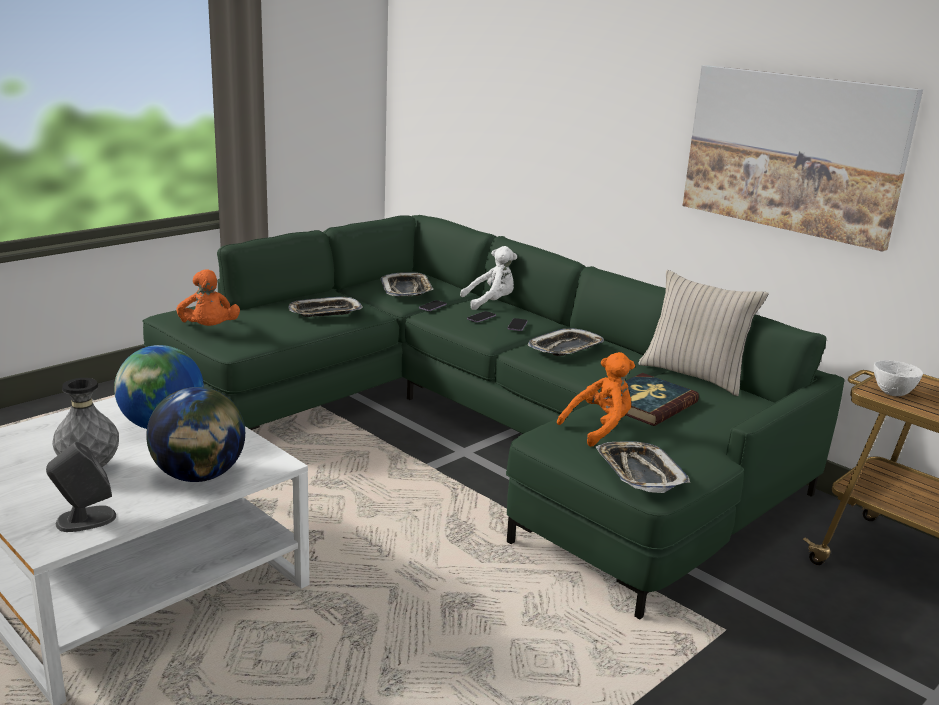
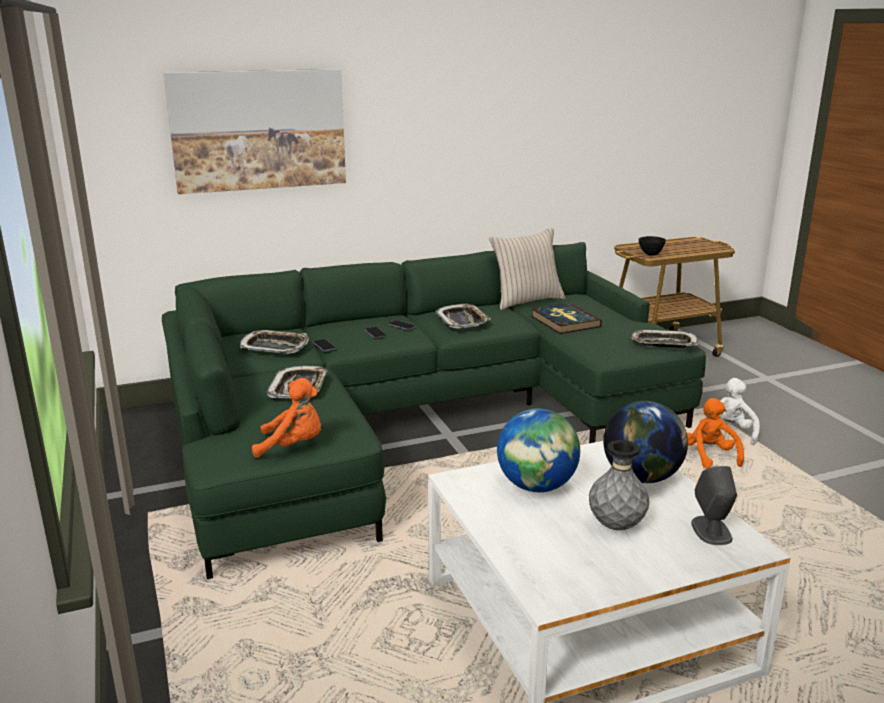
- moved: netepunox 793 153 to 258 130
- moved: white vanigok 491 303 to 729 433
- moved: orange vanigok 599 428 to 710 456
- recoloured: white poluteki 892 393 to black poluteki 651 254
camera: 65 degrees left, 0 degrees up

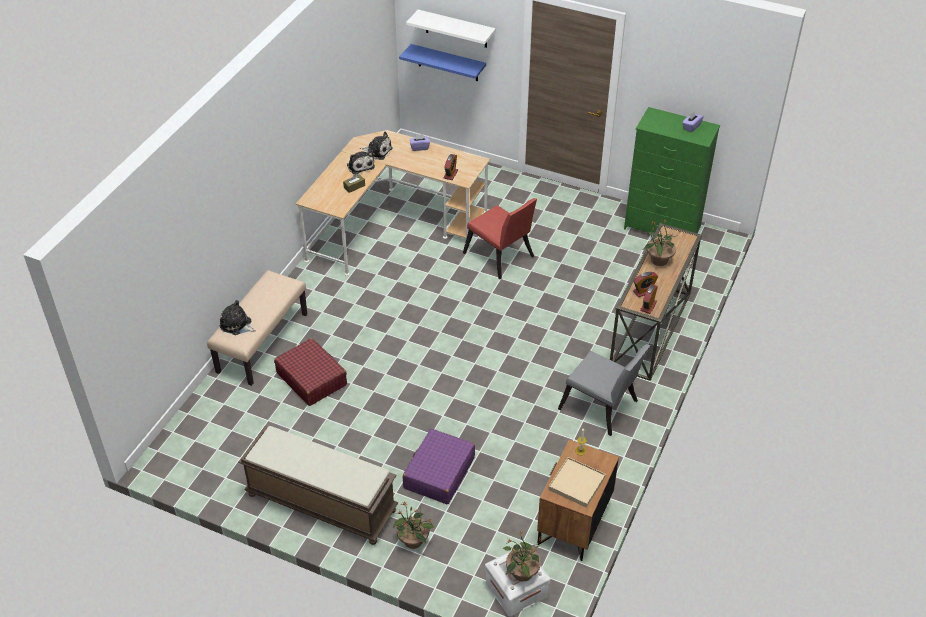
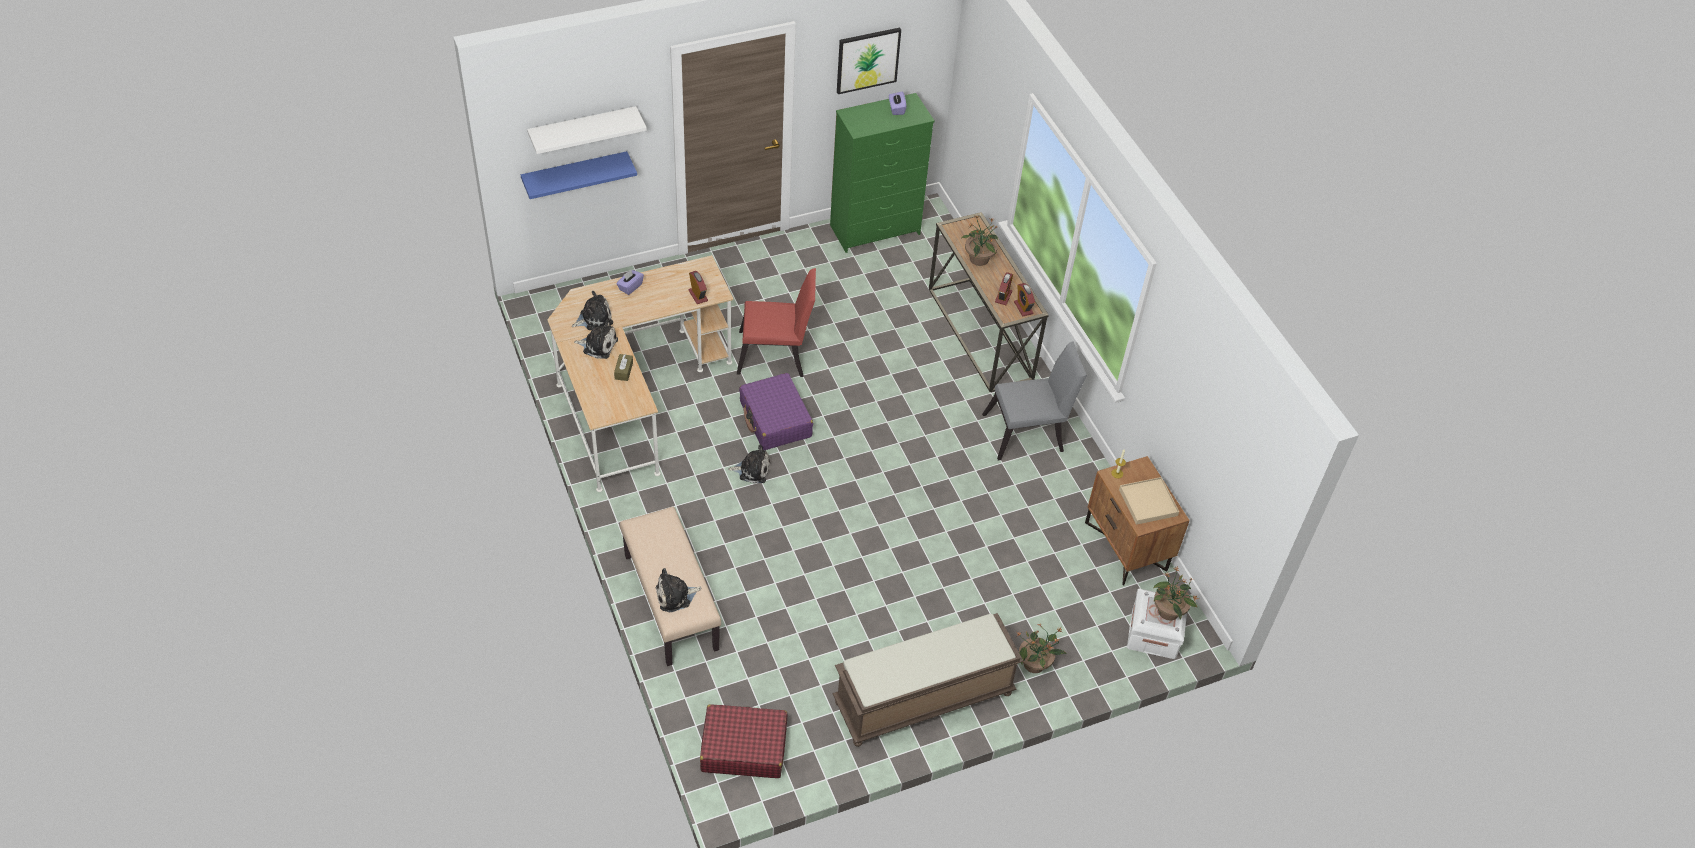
- moved: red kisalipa 311 378 to 743 748
- moved: purple kisalipa 439 473 to 775 420
- added: netepunox 867 60
- added: vanigok 752 470
camera: 50 degrees left, 5 degrees up

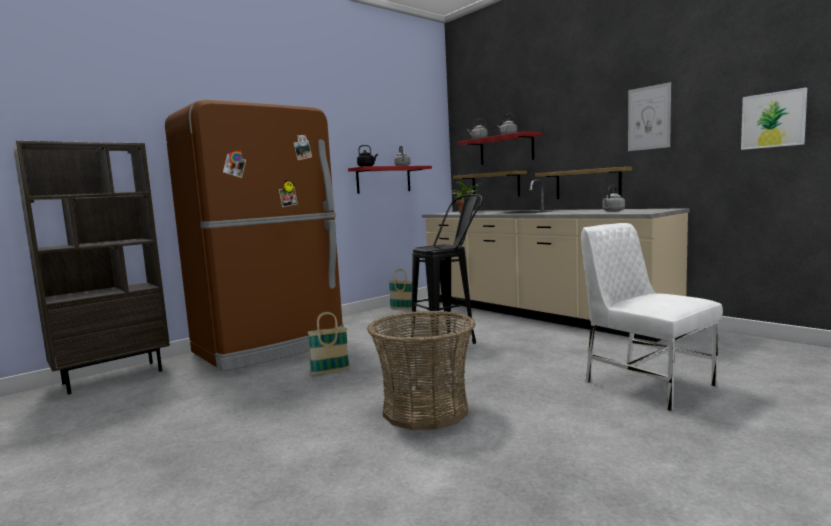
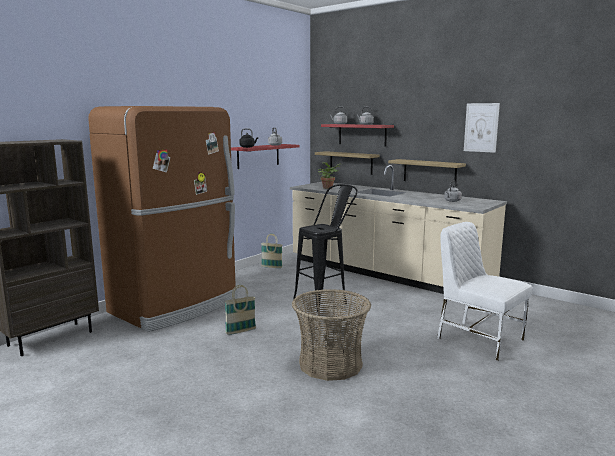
- removed: netepunox 773 120
camera: 10 degrees left, 5 degrees up

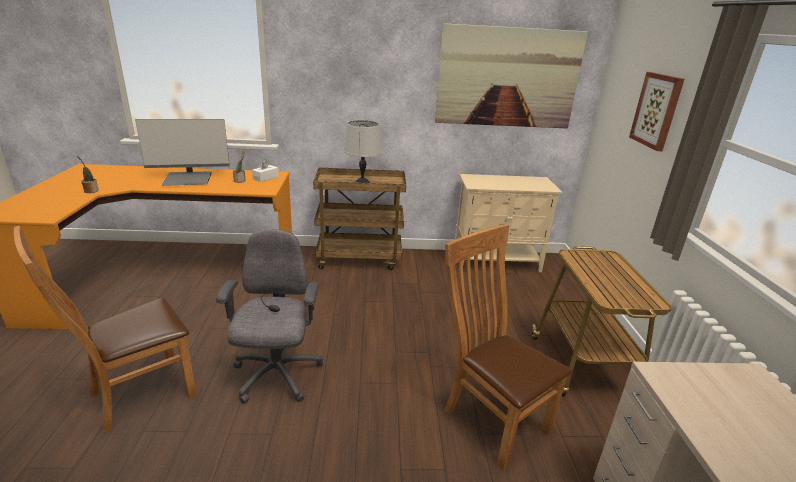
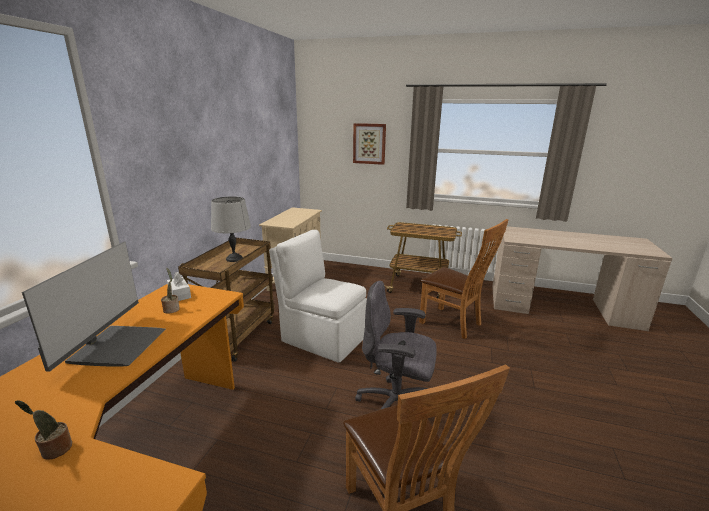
- removed: netepunox 507 78
- turned: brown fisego 490 418 = 454 324 120 degrees counterclockwise
- added: white fisego 322 338
camera: 70 degrees left, 5 degrees down

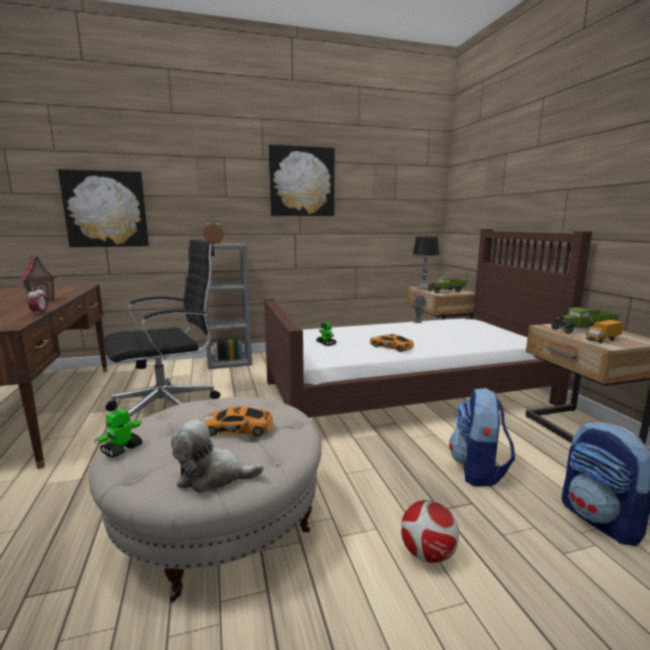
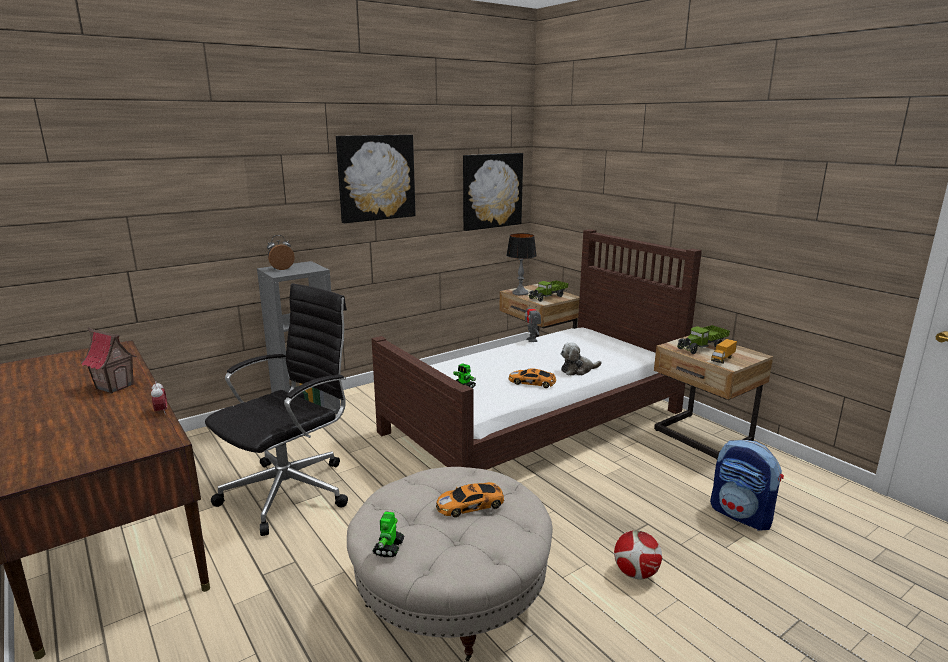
- moved: netepunox 106 209 to 492 191
- removed: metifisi 478 470
- moved: vanigok 213 476 to 578 370
camera: 20 degrees left, 5 degrees up

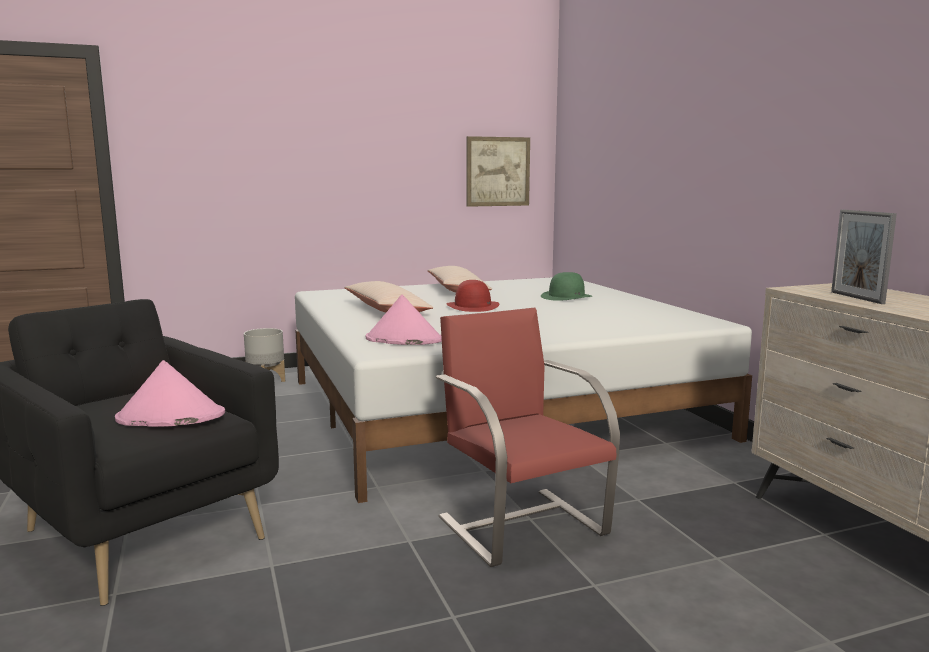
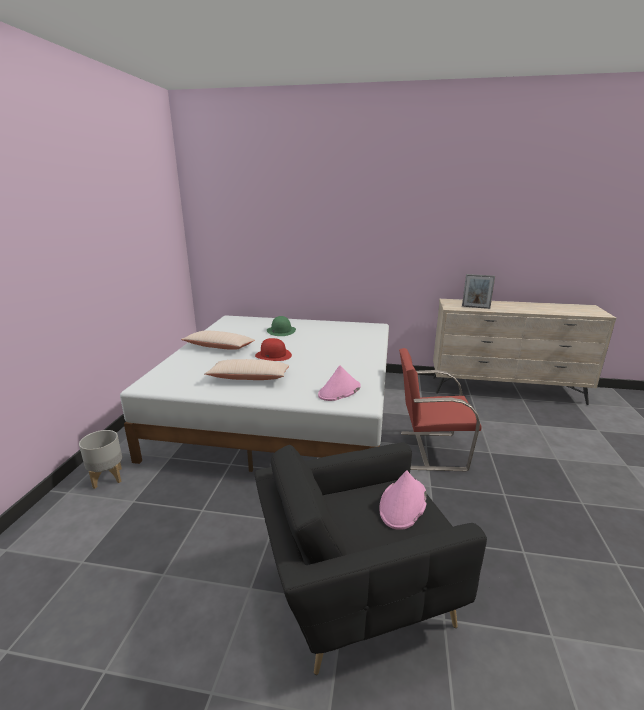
- removed: netepunox 498 171
camera: 60 degrees left, 10 degrees up

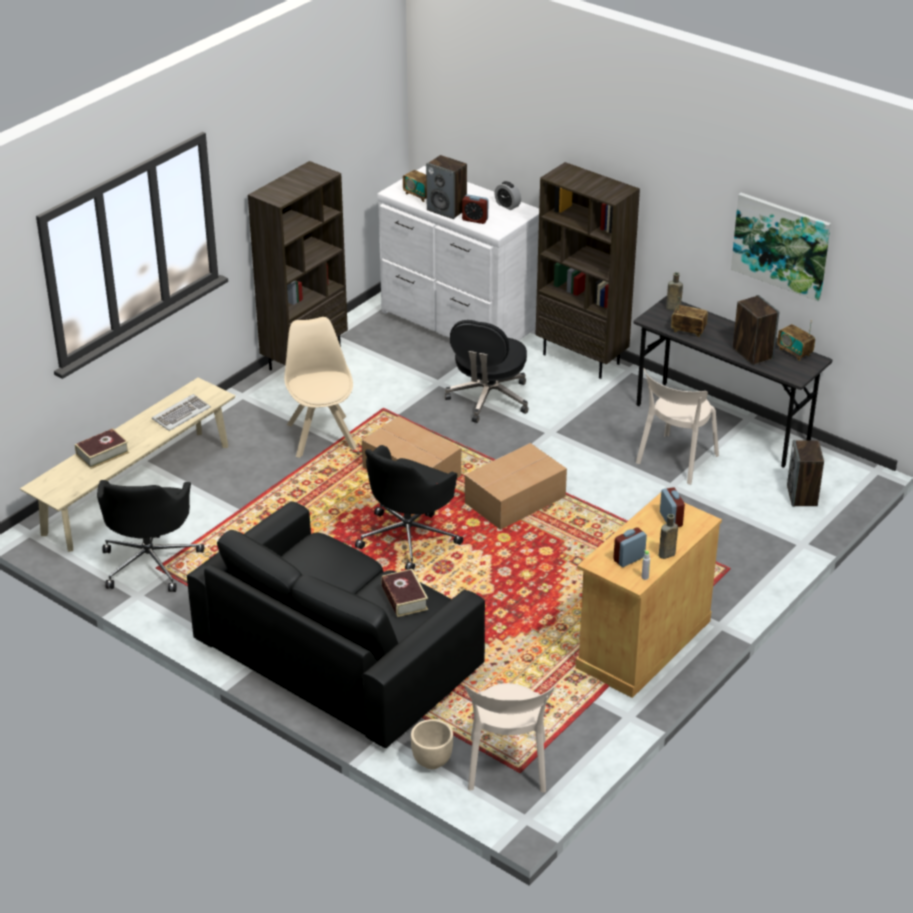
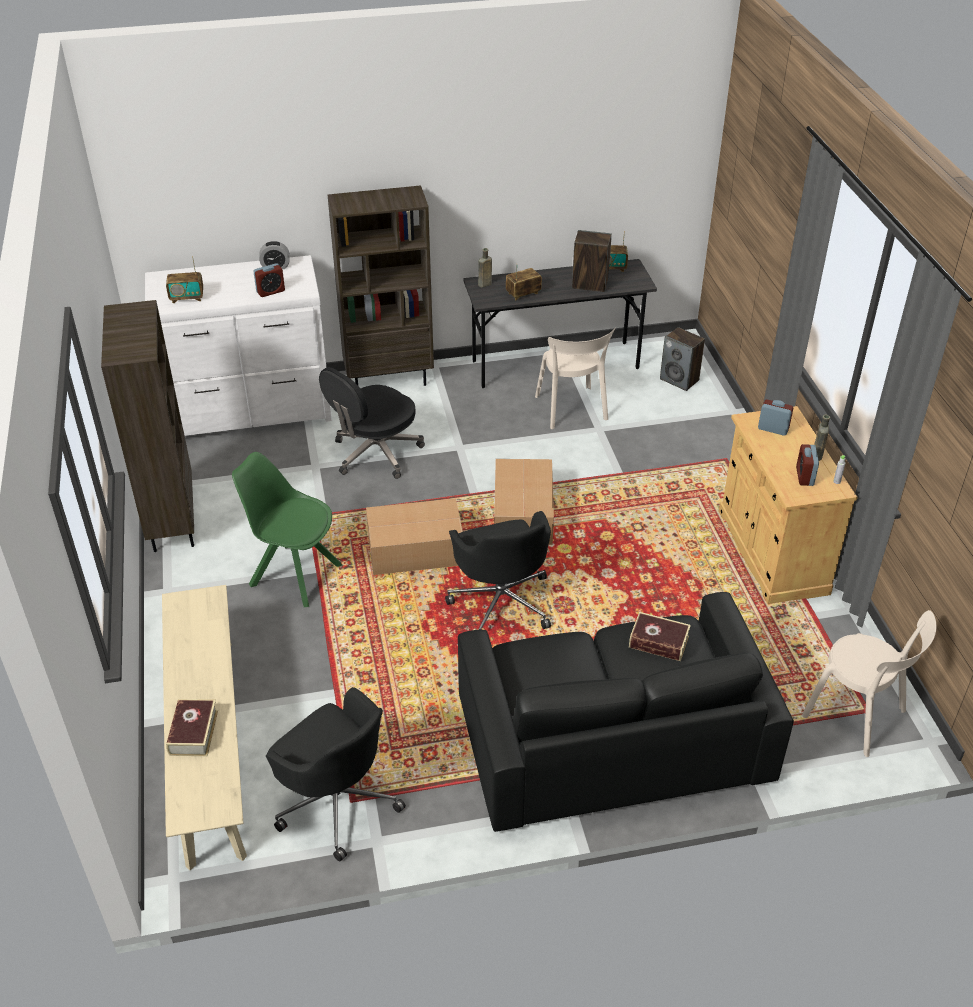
- removed: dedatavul 447 210
- removed: netepunox 781 245
- recoloured: beige fisego 321 435 to green fisego 294 574
- turned: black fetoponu 488 399 = 375 453 75 degrees clockwise
- removed: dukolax 181 414
- removed: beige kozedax 431 761
camera: 50 degrees left, 5 degrees up

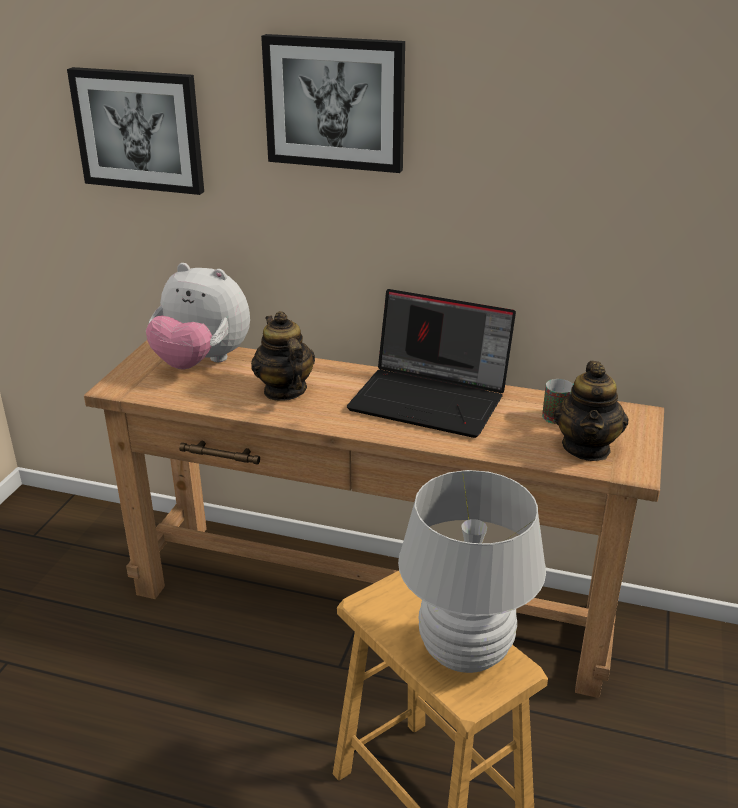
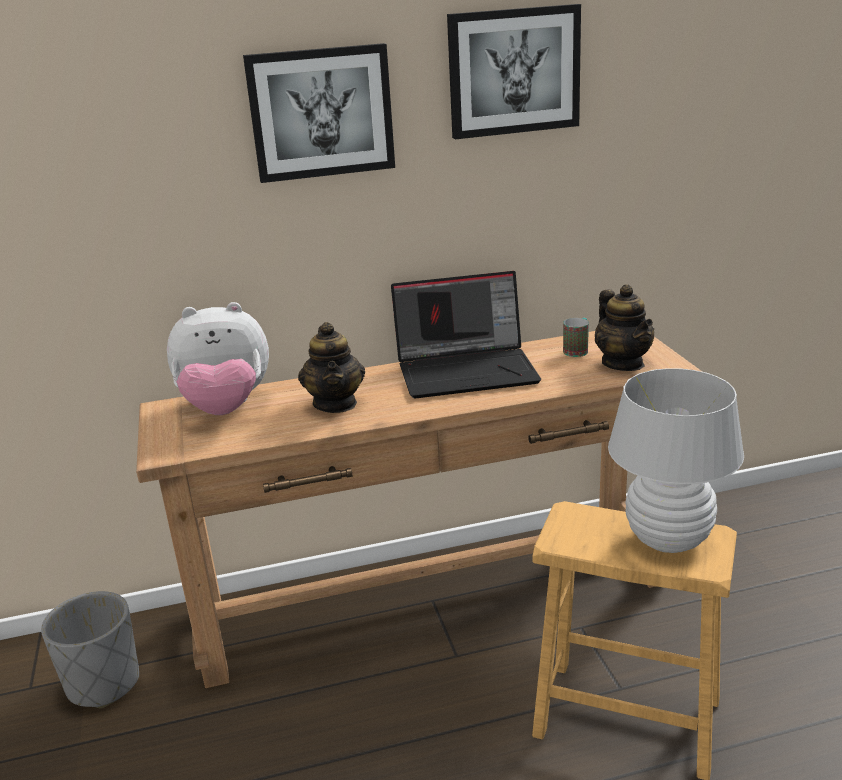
- moved: netepunox 139 130 to 513 71
- turned: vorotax 284 391 = 335 404 135 degrees counterclockwise
- added: grey kozedax 103 683
camera: 30 degrees left, 5 degrees down

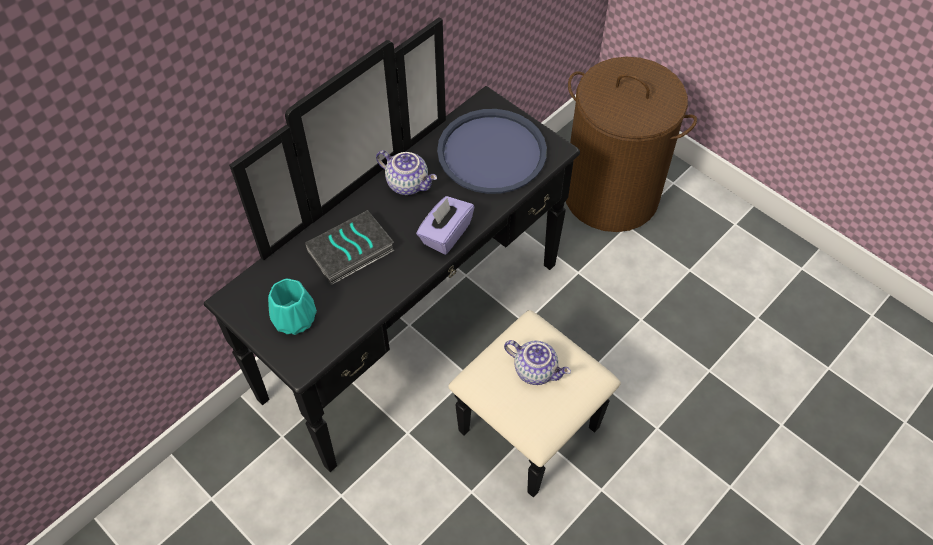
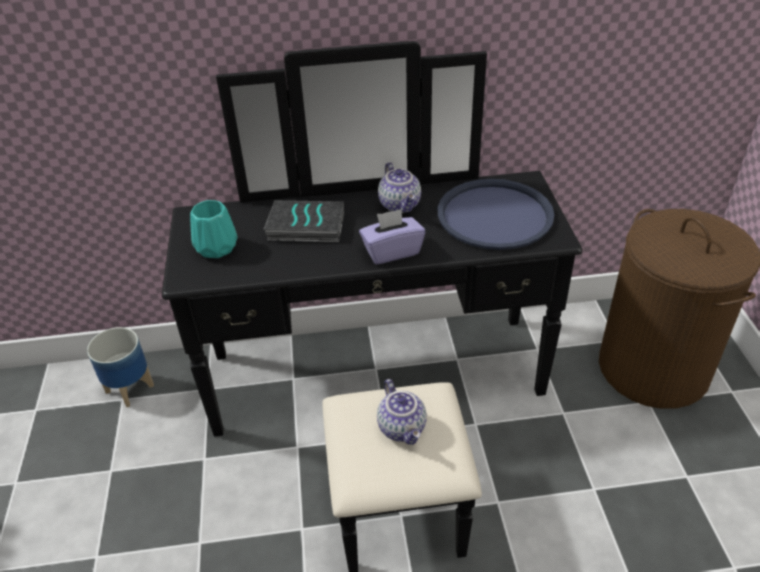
- added: kozedax 129 389
camera: 40 degrees right, 15 degrees down

